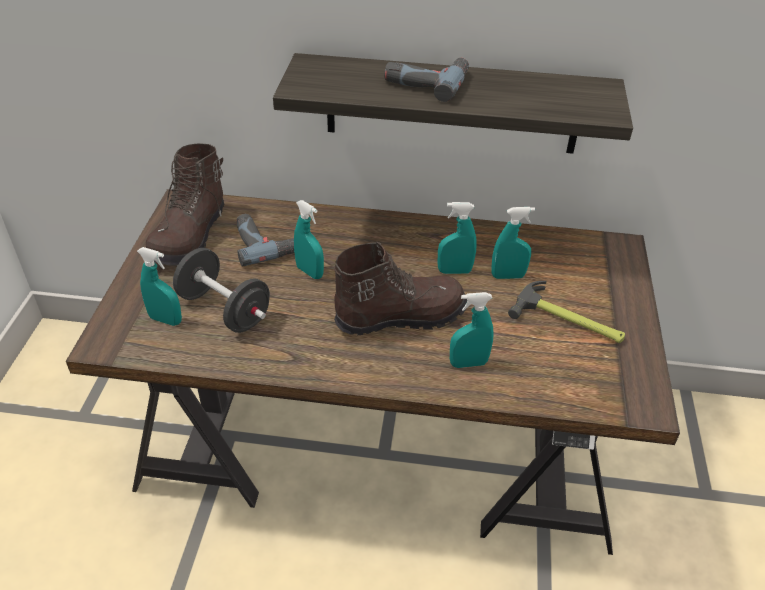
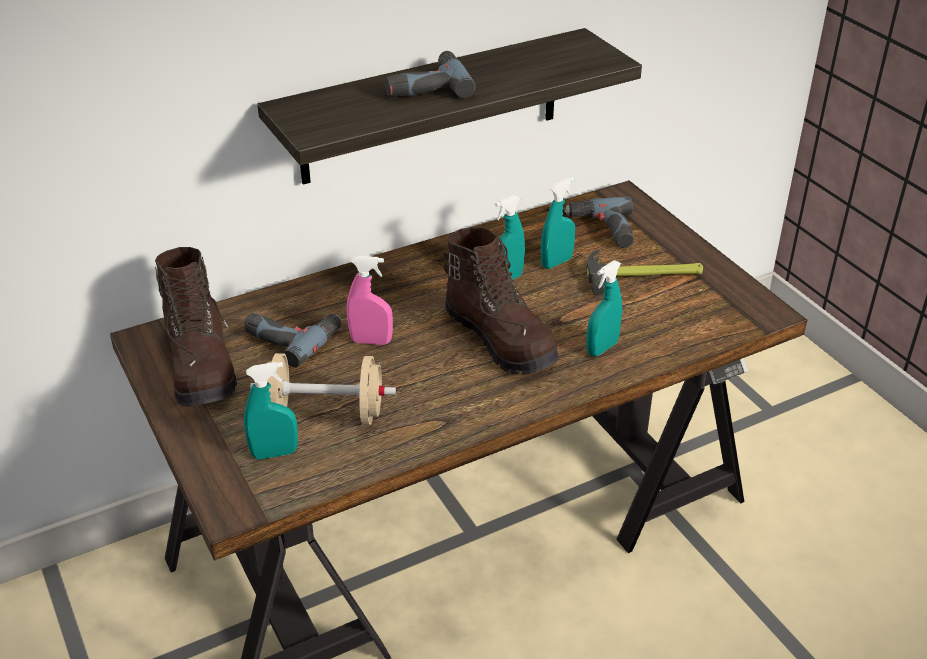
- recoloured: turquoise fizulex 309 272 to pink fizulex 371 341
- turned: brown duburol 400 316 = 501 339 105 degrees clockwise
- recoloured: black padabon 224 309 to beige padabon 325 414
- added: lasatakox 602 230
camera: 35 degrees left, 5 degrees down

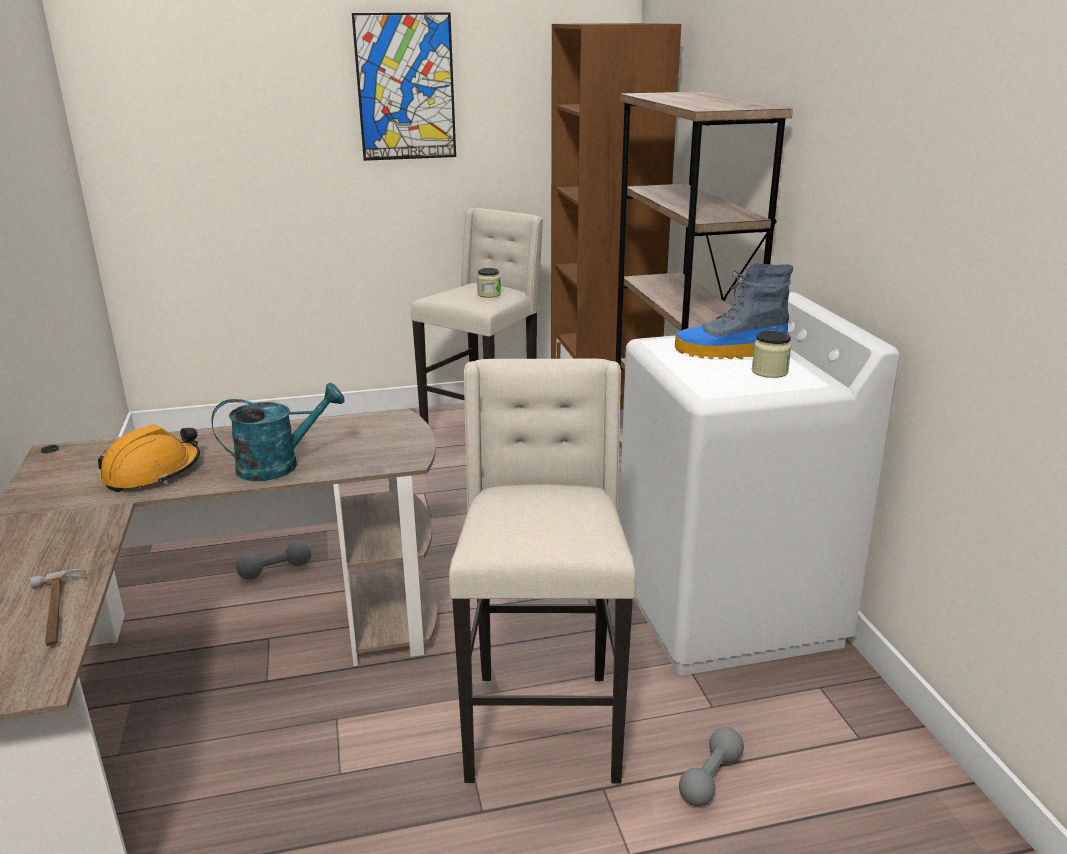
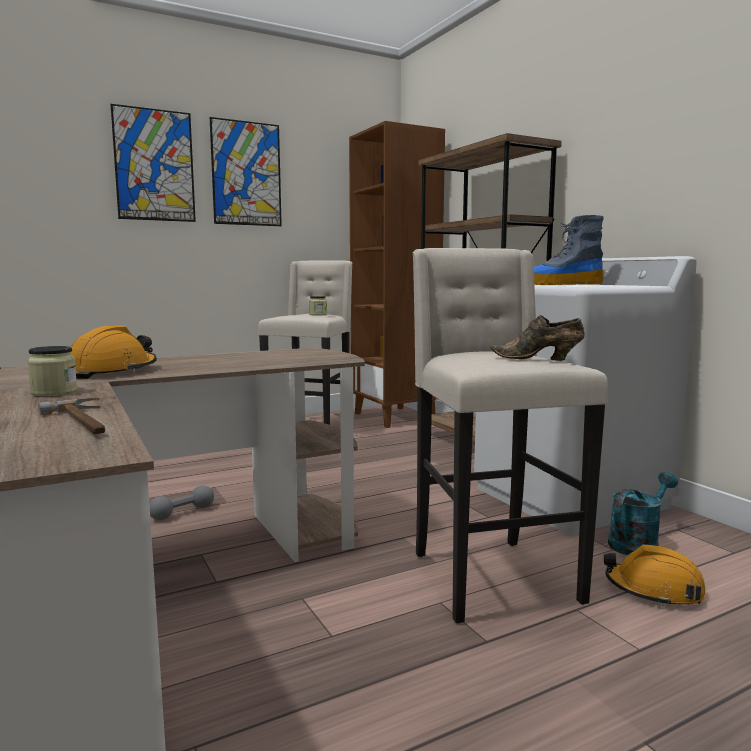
- moved: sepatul 769 371 to 54 392
- moved: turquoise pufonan 279 465 to 637 543
- replaced: grey padabon 710 778 to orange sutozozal 654 590
- added: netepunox 154 165
- added: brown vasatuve 539 359
camera: 15 degrees left, 15 degrees down

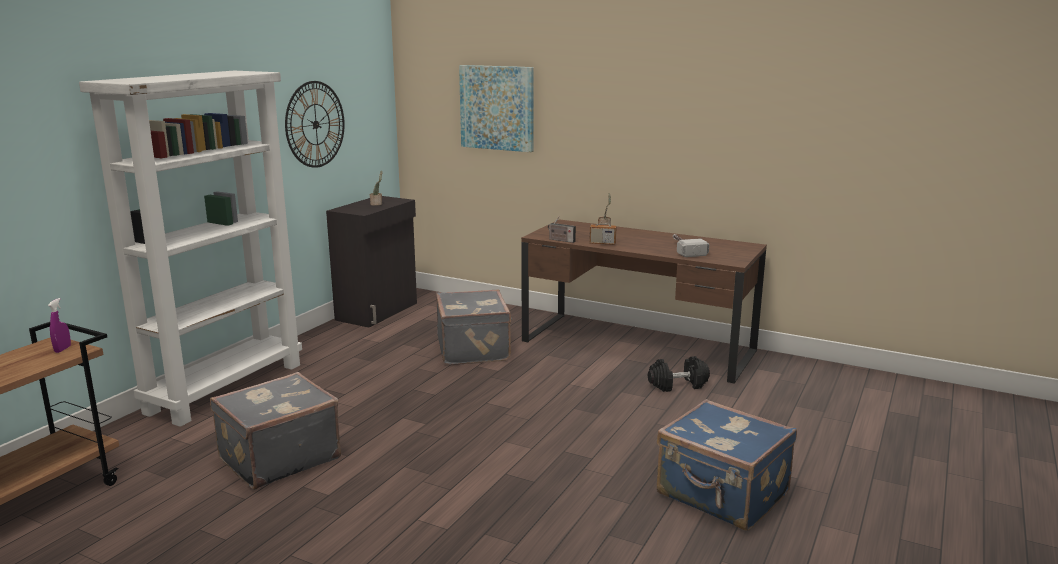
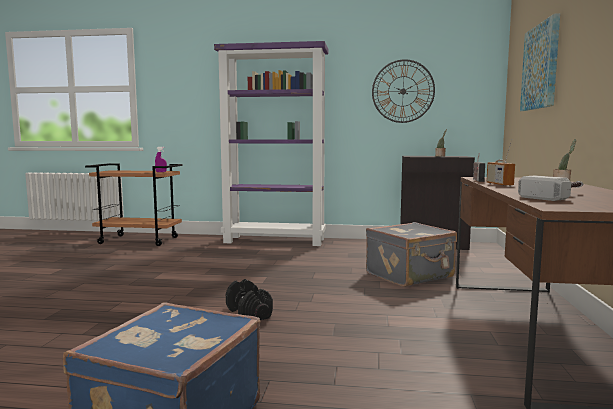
- recoloured: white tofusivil 226 387 to purple tofusivil 275 241
- moved: black padabon 678 385 to 249 313
- removed: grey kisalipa 278 458
camera: 70 degrees right, 10 degrees down

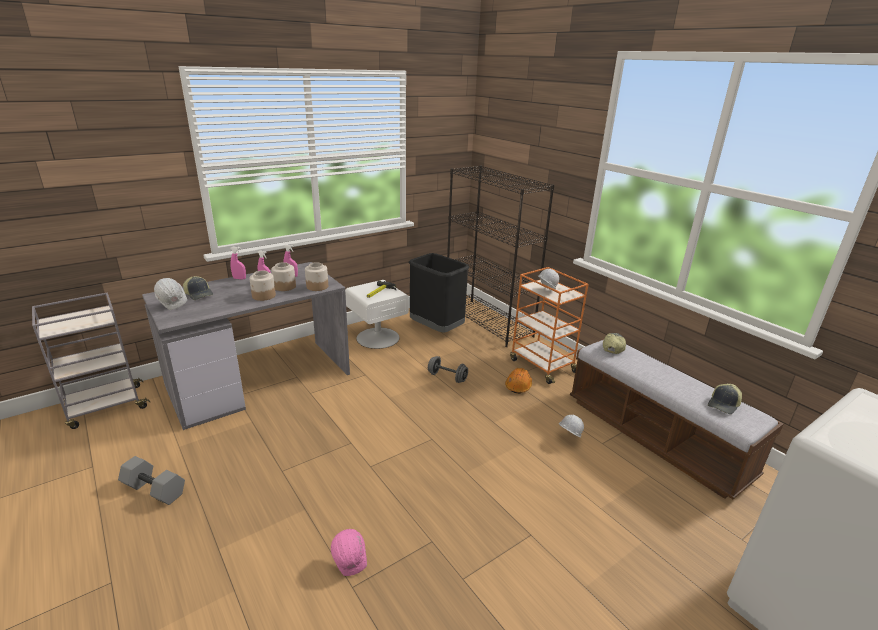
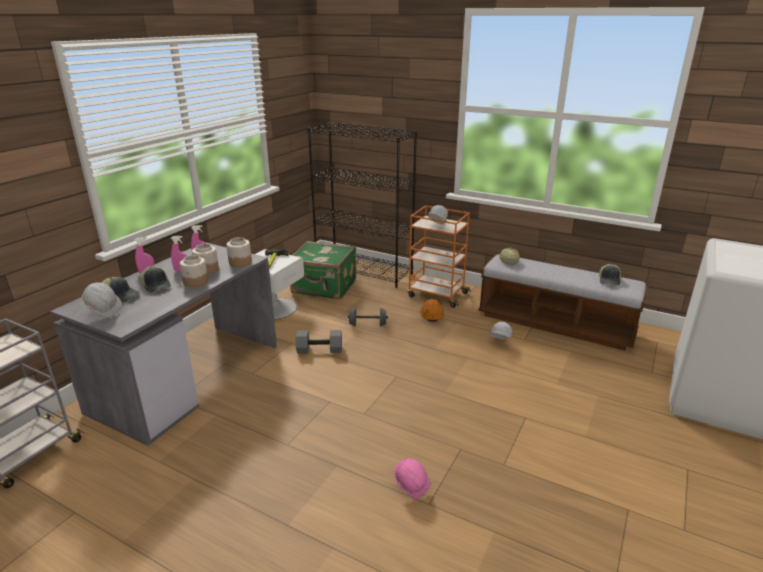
- replaced: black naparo 437 329 to green kisalipa 324 287
- moved: grey padabon 155 489 to 320 349
- added: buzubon 157 285
camera: 25 degrees left, 0 degrees up

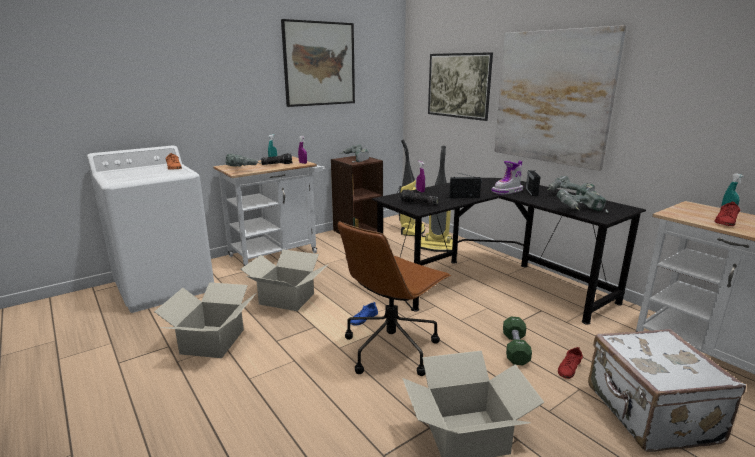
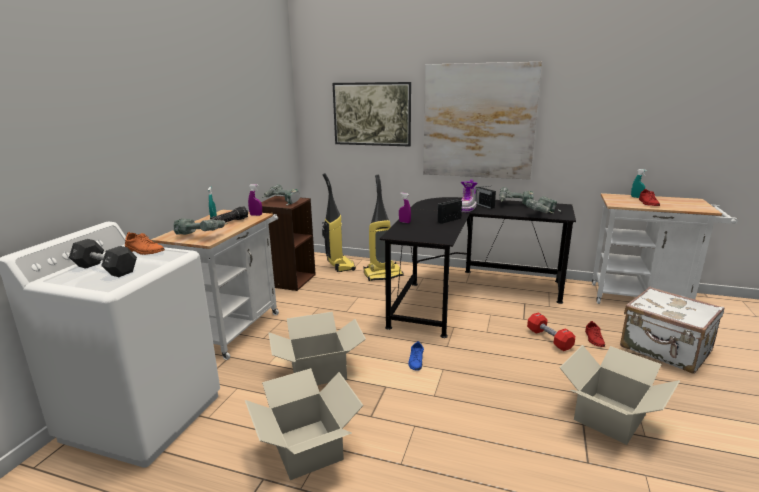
- removed: netepunox 319 64
- removed: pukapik 418 203
- removed: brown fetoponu 391 348
- recoloured: green padabon 515 349 to red padabon 549 339
- added: black padabon 105 269
camera: 35 degrees left, 0 degrees up

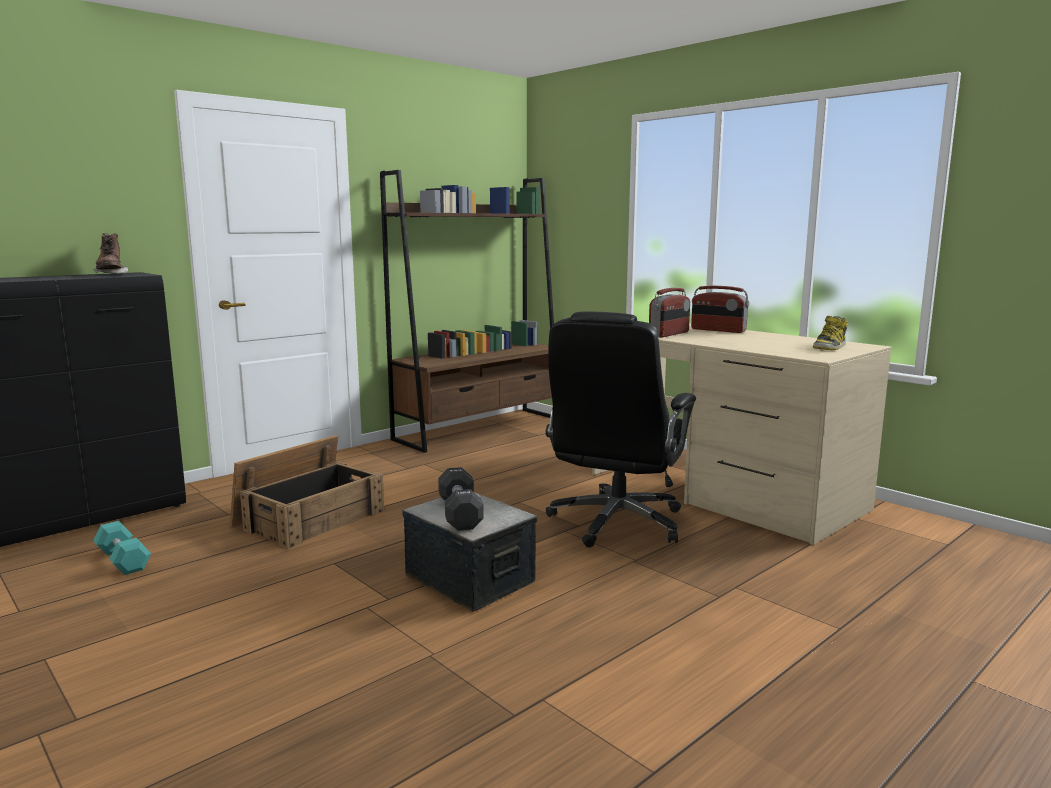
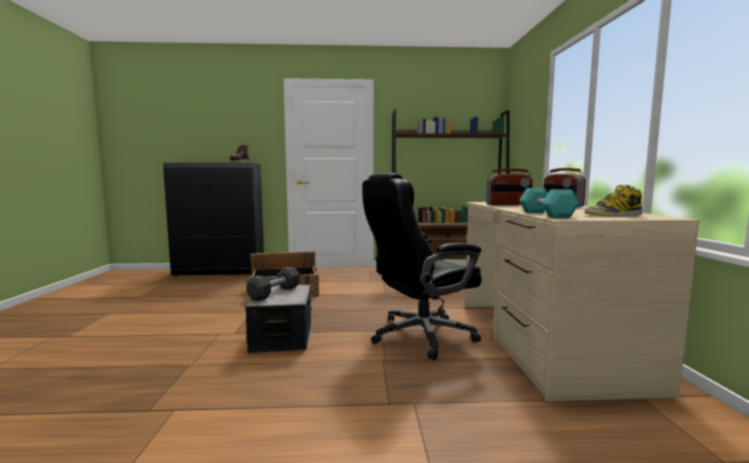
- moved: turquoise padabon 123 560 to 546 214
camera: 40 degrees right, 5 degrees down

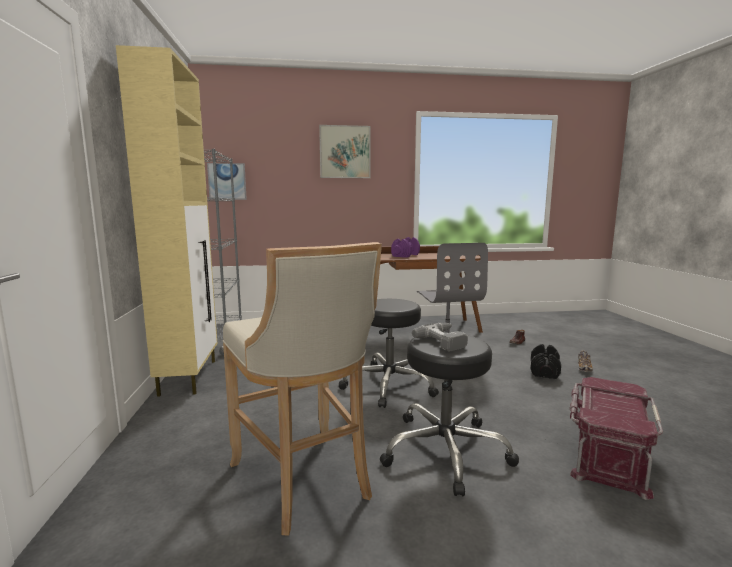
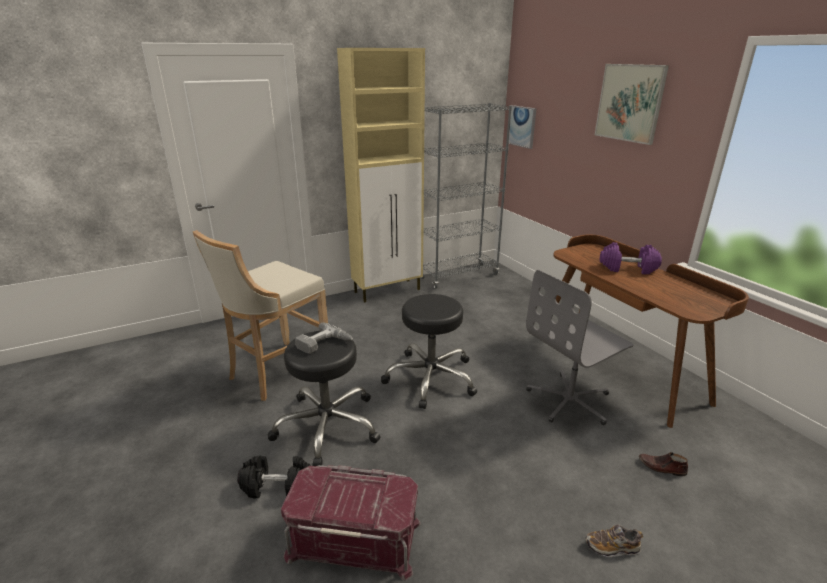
- moved: black padabon 544 371 to 278 486
camera: 70 degrees right, 15 degrees up

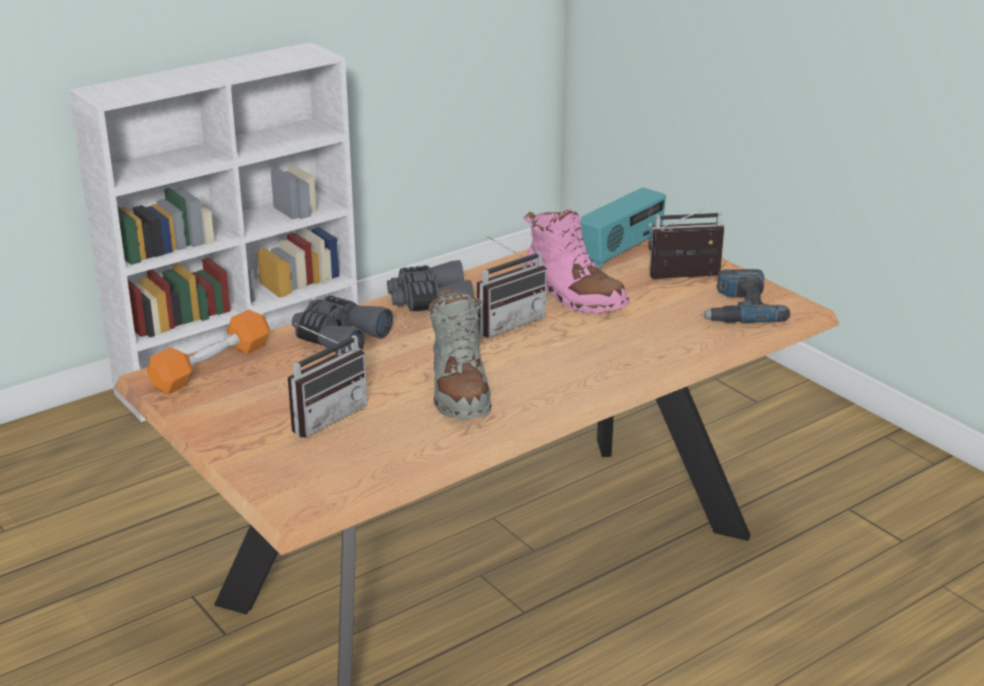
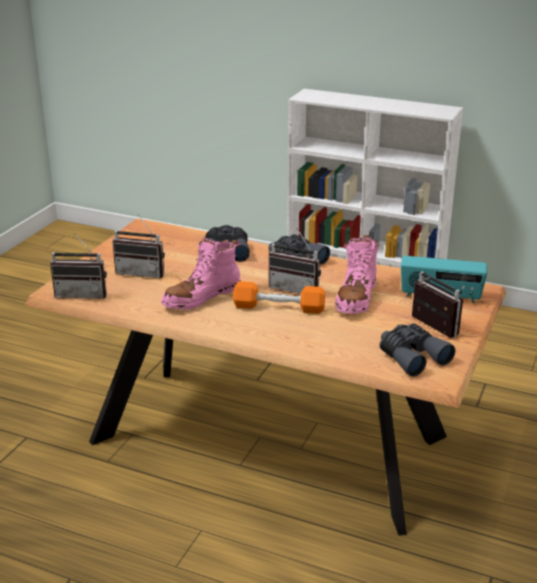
- replaced: lasatakox 738 308 to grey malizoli 411 356
- recoloured: grey duburol 459 391 to pink duburol 202 297
- moved: orange padabon 211 366 to 279 307
- added: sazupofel 83 293
camera: 60 degrees right, 0 degrees up

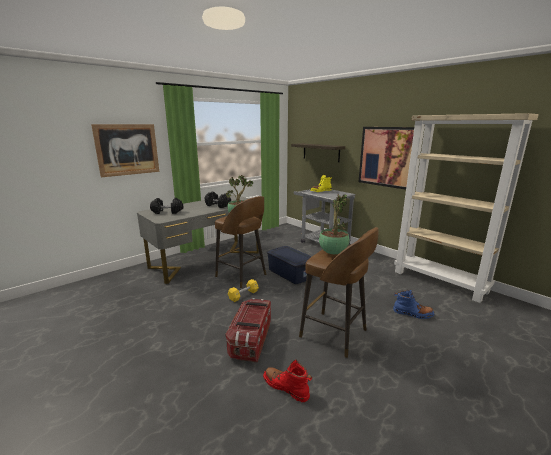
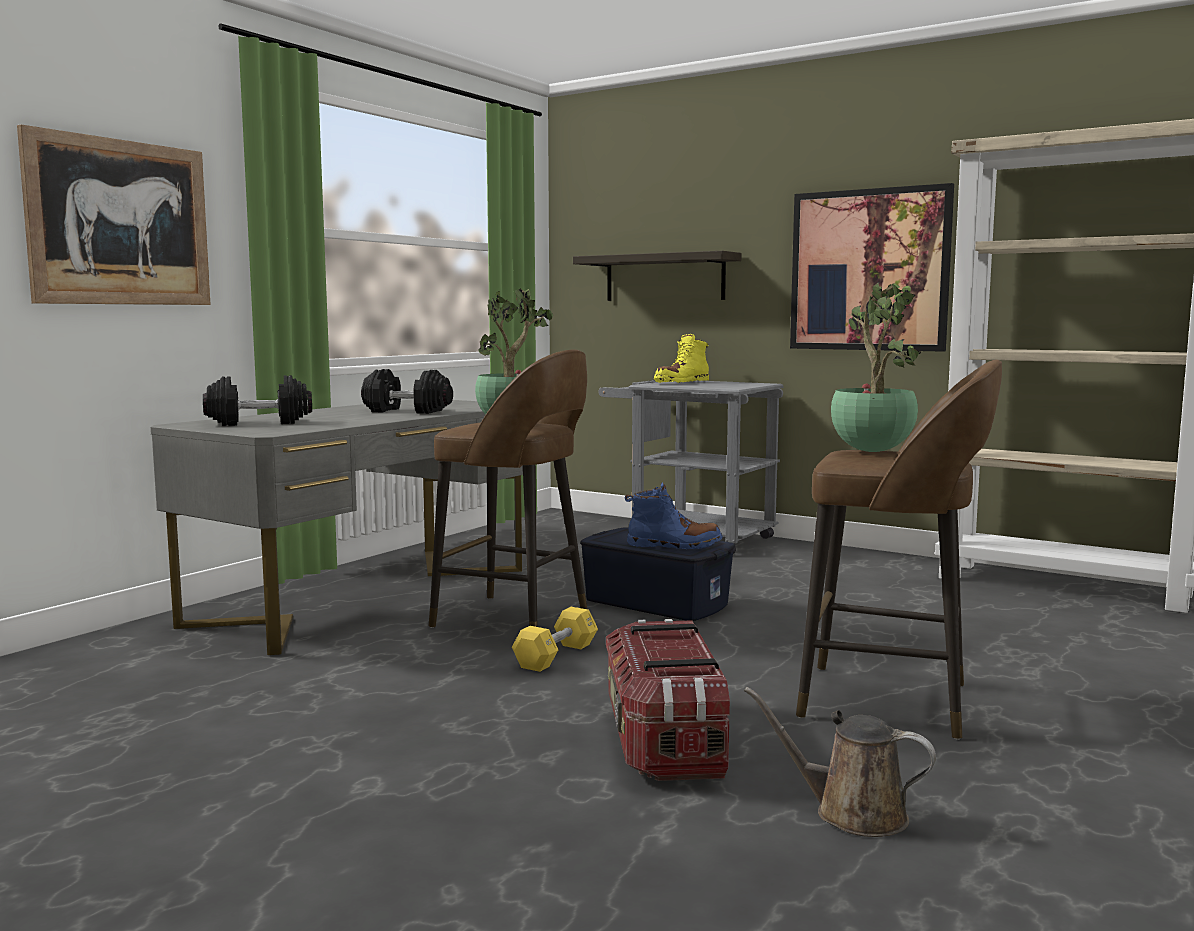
- moved: blue duburol 412 313 to 674 545
- replaced: red duburol 286 387 to brown pufonan 851 813
camera: 15 degrees left, 10 degrees down

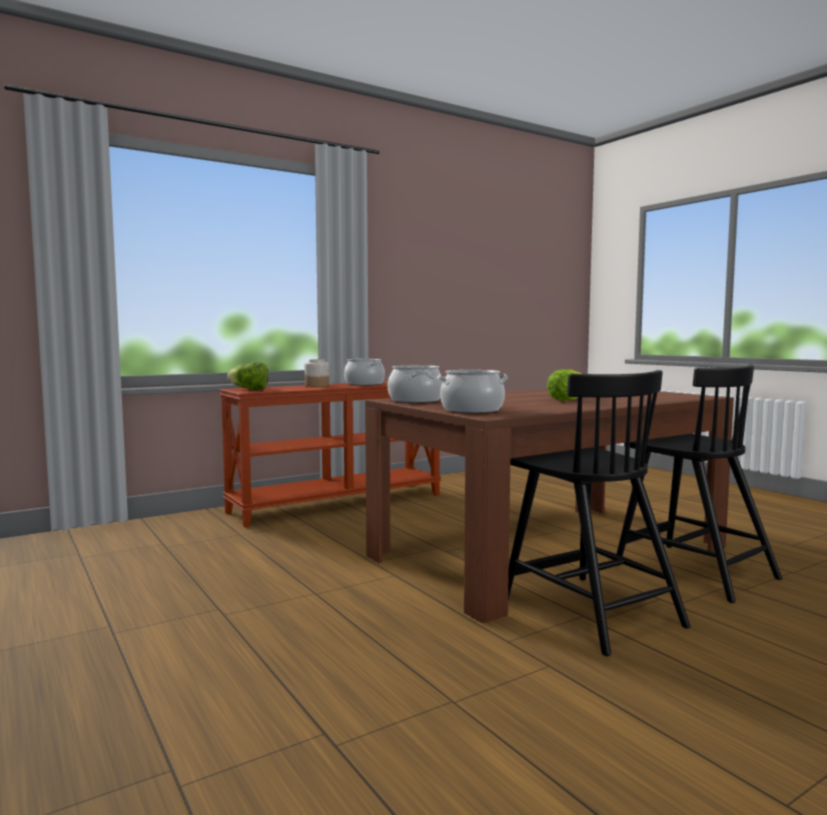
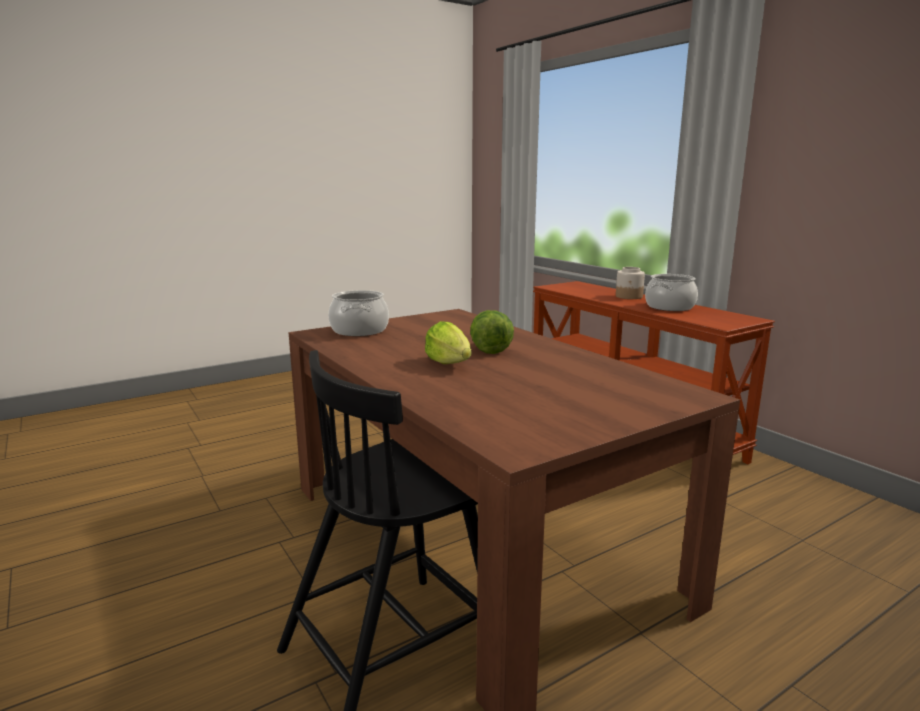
- moved: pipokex 250 389 to 489 349
- removed: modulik 415 400
- removed: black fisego 588 611
camera: 90 degrees right, 10 degrees up

